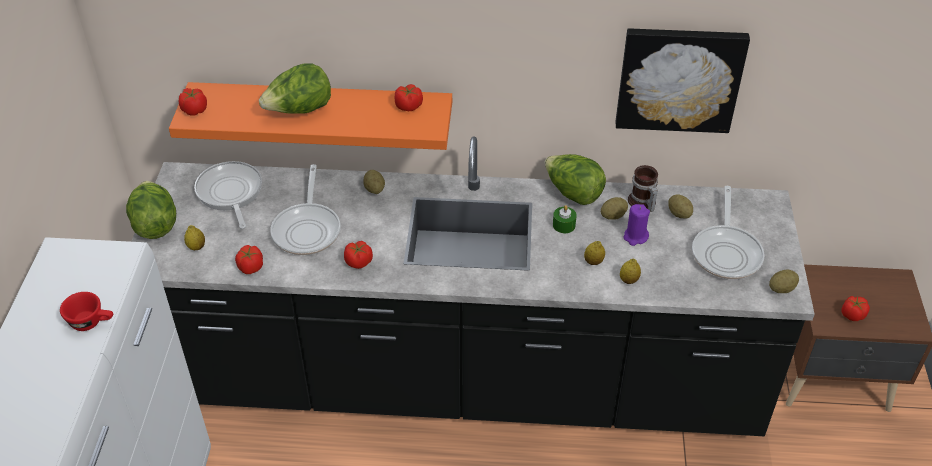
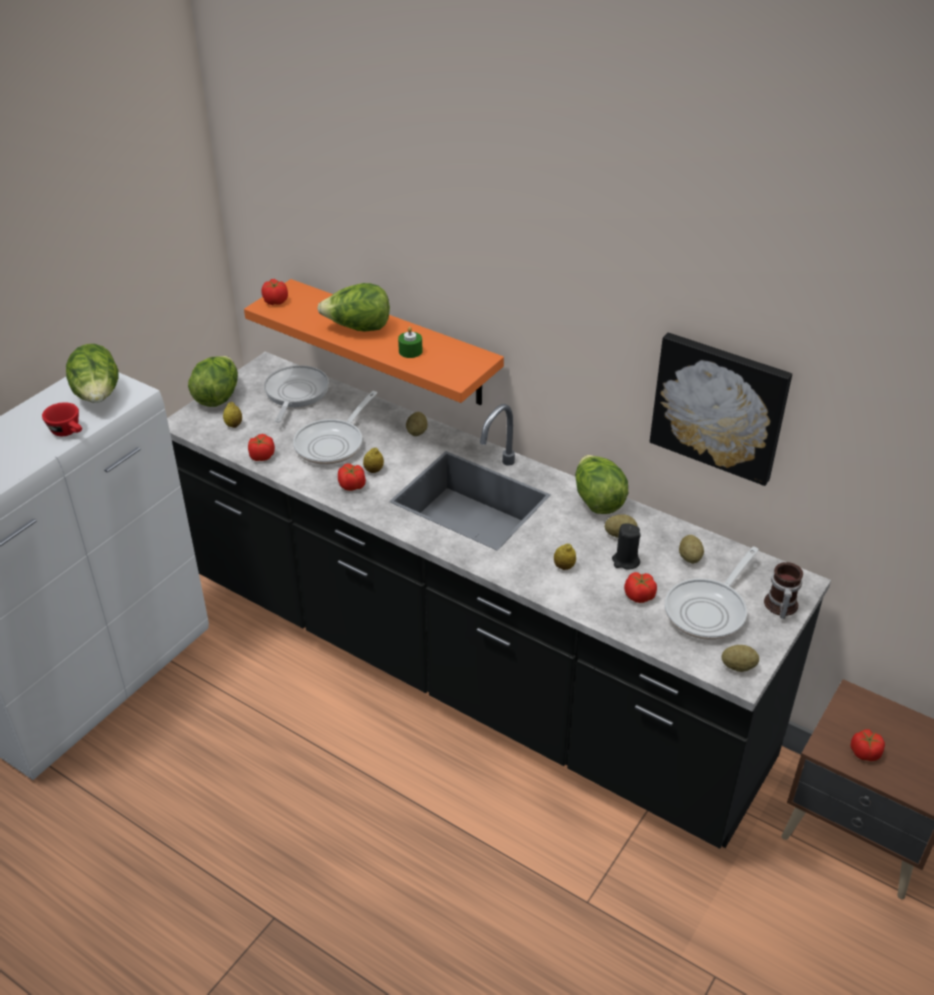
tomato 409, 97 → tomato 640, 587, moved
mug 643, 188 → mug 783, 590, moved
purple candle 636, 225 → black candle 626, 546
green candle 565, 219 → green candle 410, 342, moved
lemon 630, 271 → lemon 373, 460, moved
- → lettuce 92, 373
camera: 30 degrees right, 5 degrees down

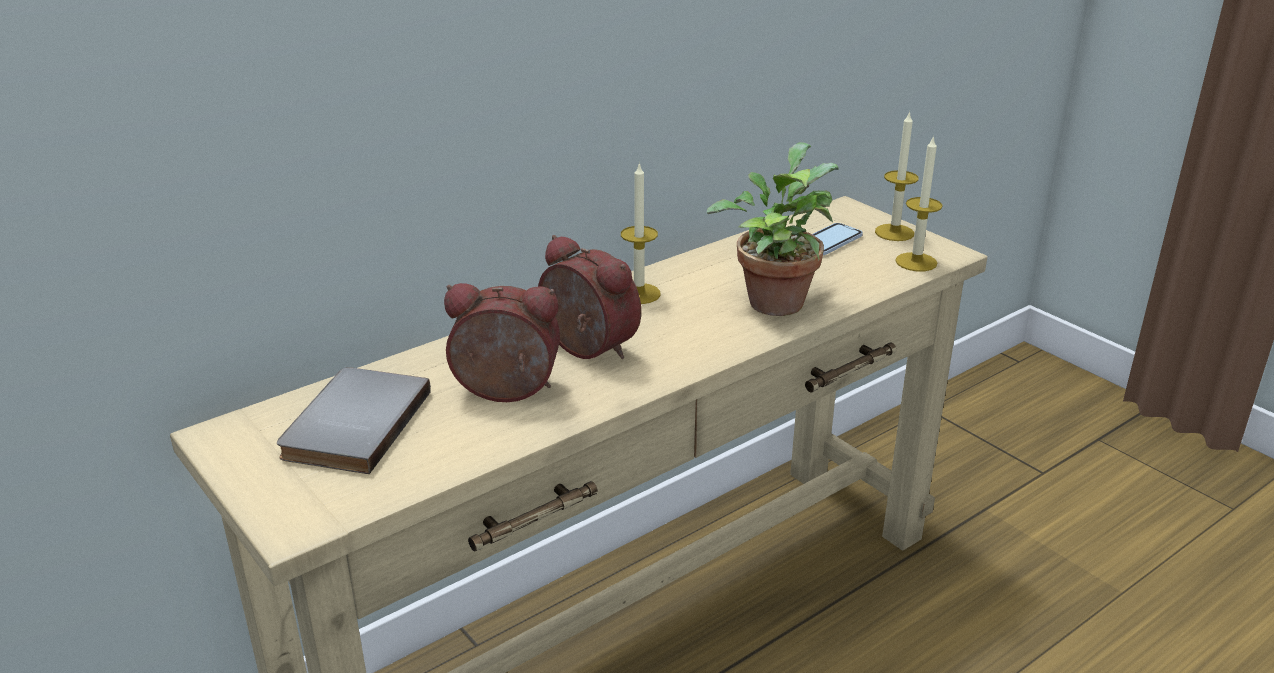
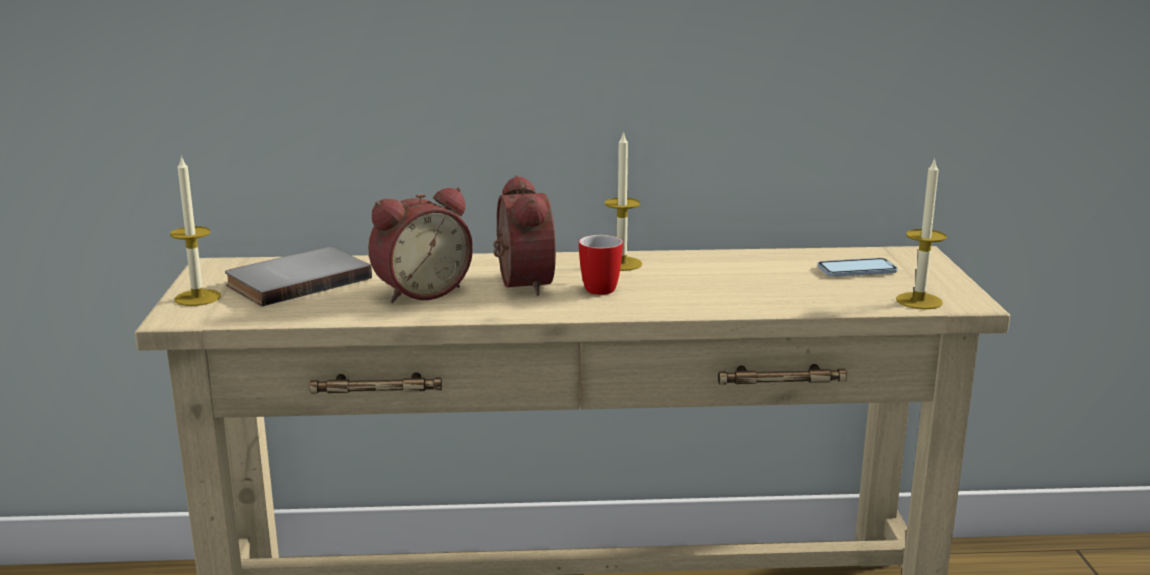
candle 897, 176 → candle 195, 231, moved
potted plant 773, 229 → -
alarm clock 502, 342 → alarm clock 420, 245, 105 degrees clockwise
- → mug 601, 265
camera: 35 degrees right, 10 degrees down

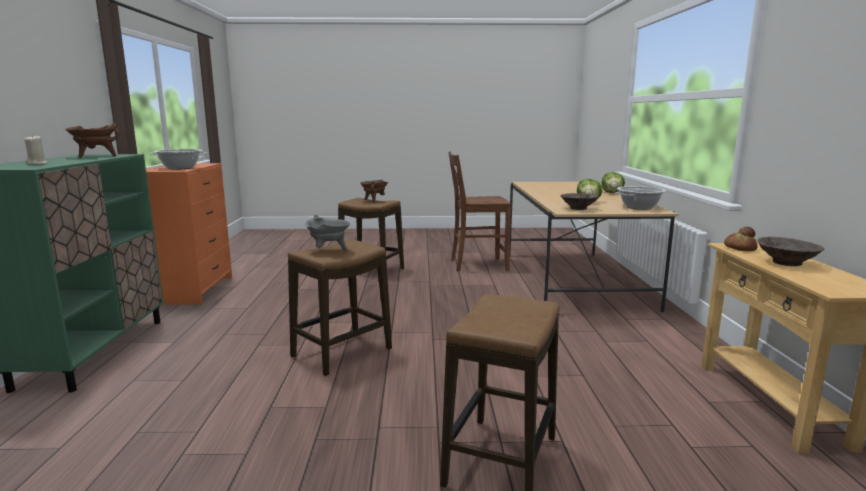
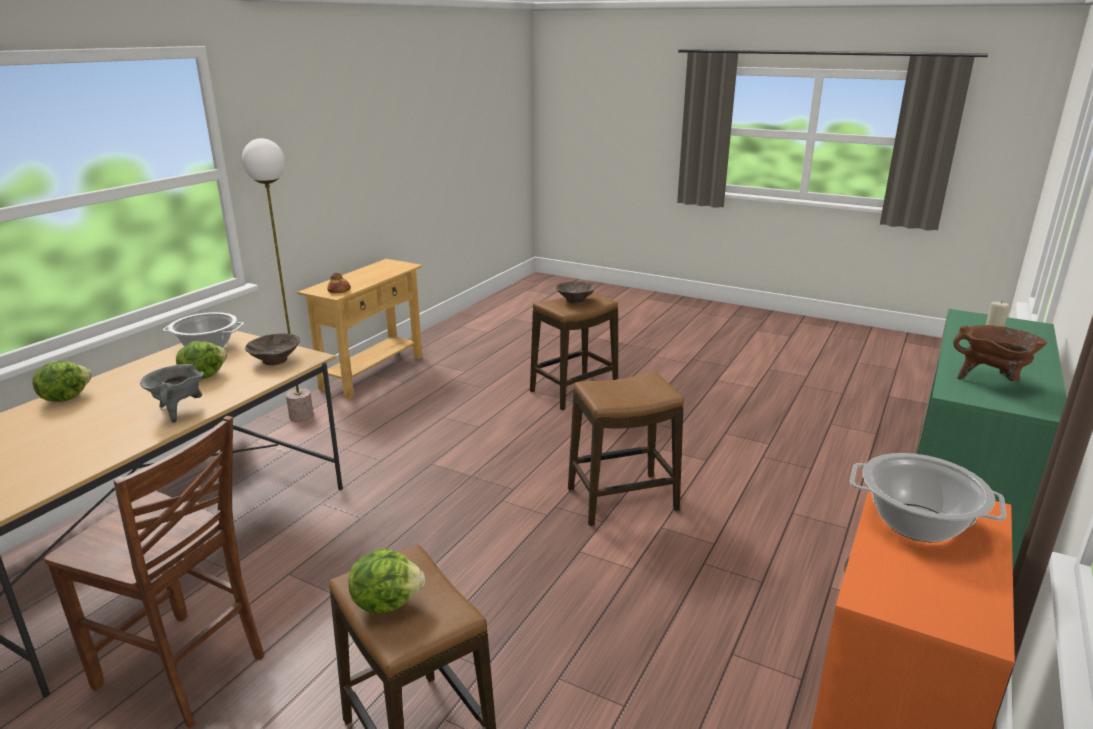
brown cooking pot 374, 191 → lettuce 387, 581
grey cooking pot 328, 232 → grey cooking pot 172, 393, moved
brown bowl 790, 251 → brown bowl 575, 292, moved
- → floor lamp 278, 280
camera: 150 degrees left, 10 degrees up

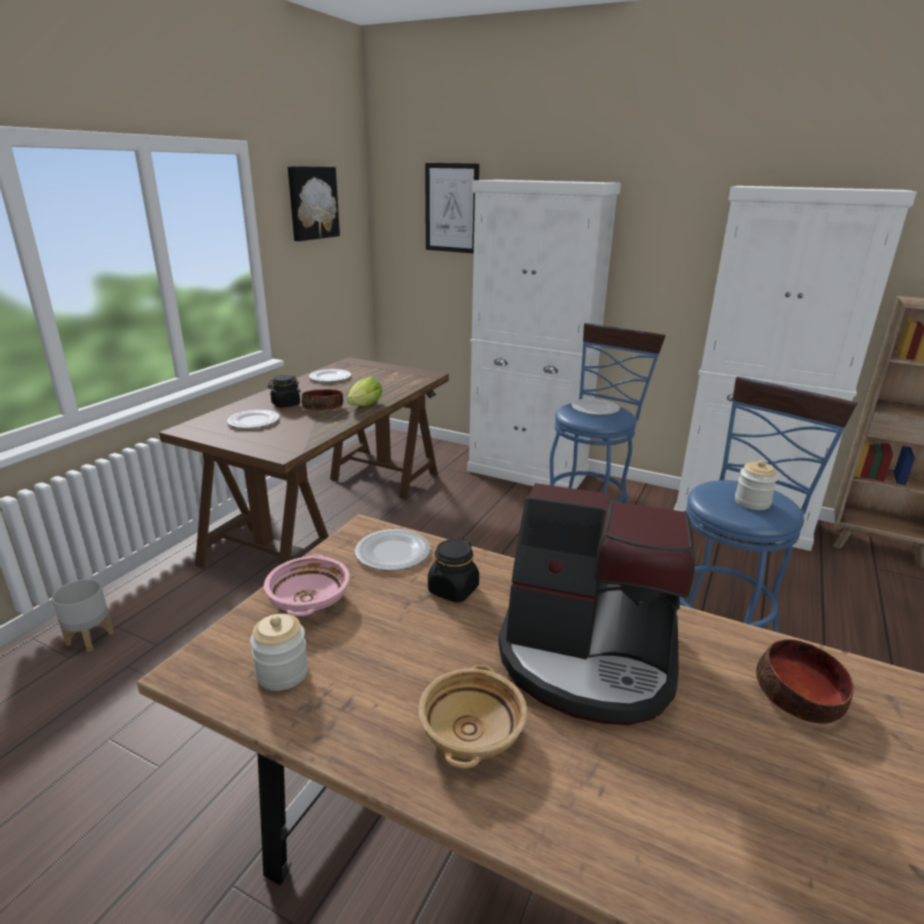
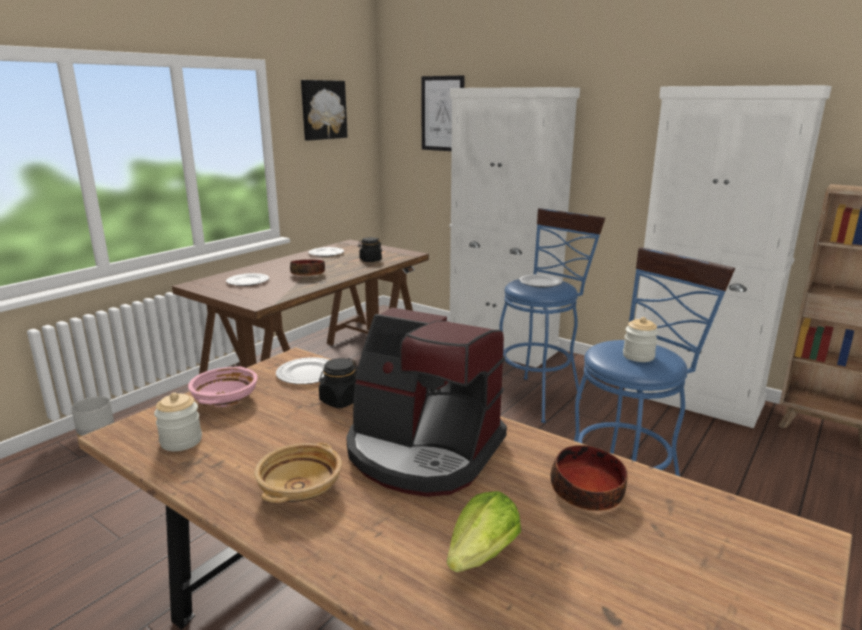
black jar 284, 391 → black jar 370, 249, moved
lettuce 364, 391 → lettuce 484, 532, moved
camera: 10 degrees right, 5 degrees down

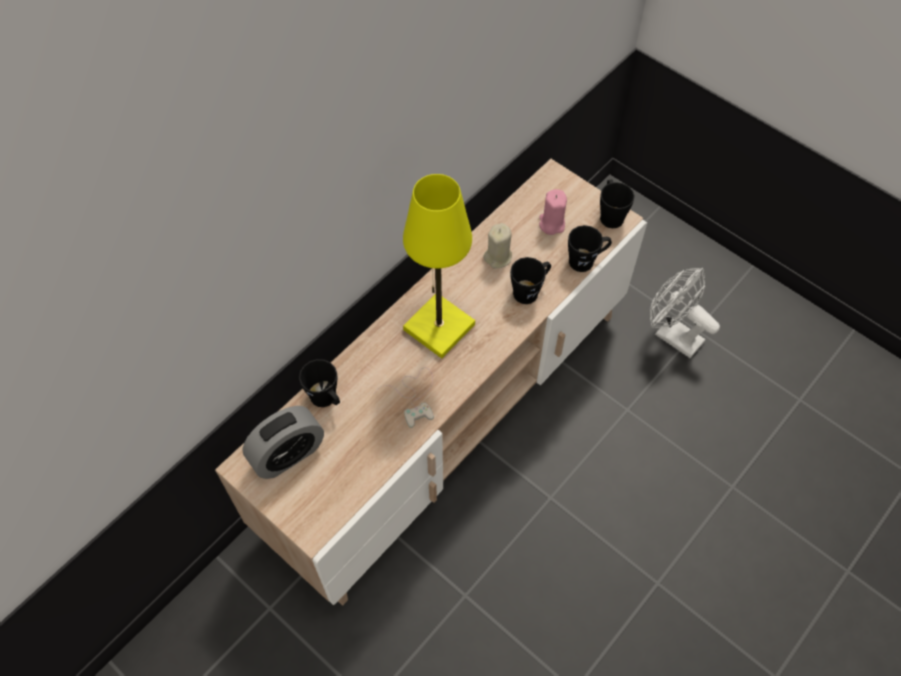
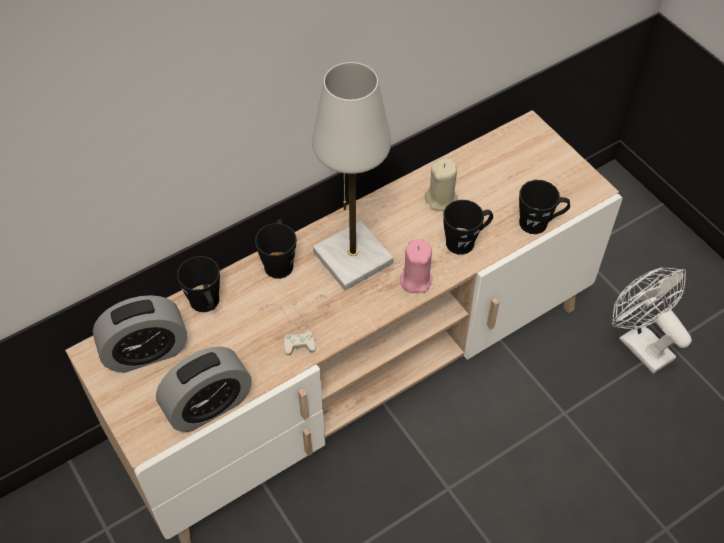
yellow table lamp 439, 266 → white table lamp 353, 176
black mug 617, 204 → black mug 276, 249, moved
pink candle 553, 212 → pink candle 416, 266, moved
- → alarm clock 204, 389
camera: 15 degrees right, 5 degrees down

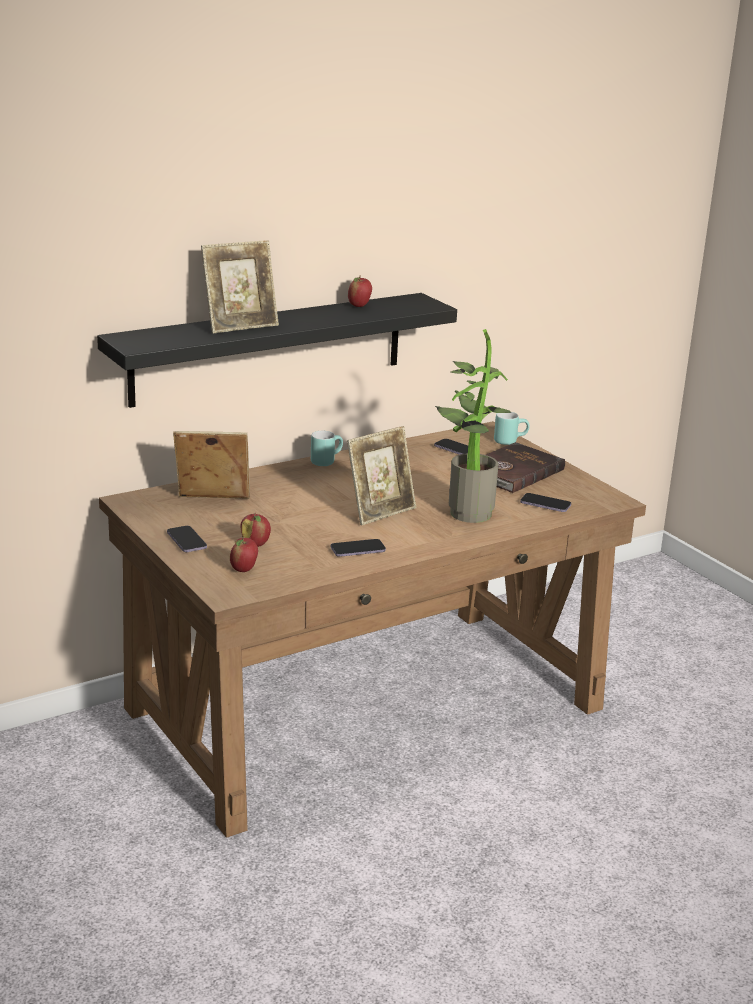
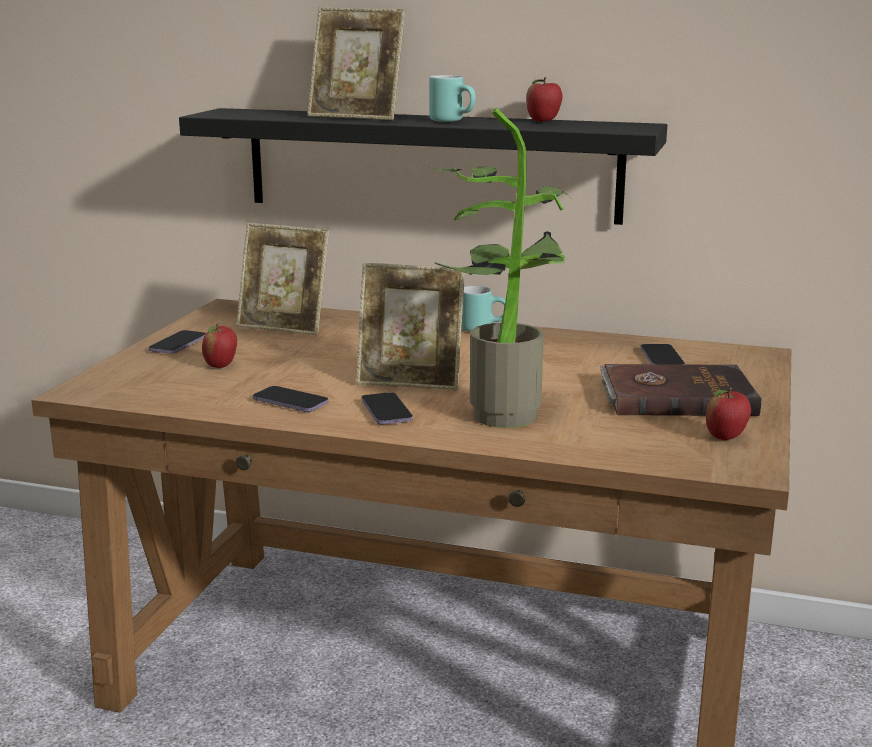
turquoise mug 511, 428 → turquoise mug 452, 98, moved
picture frame 211, 465 → picture frame 282, 279, 150 degrees clockwise
phone 545, 502 → phone 387, 408, moved
apple 244, 554 → apple 728, 414, moved
camera: 50 degrees right, 5 degrees down

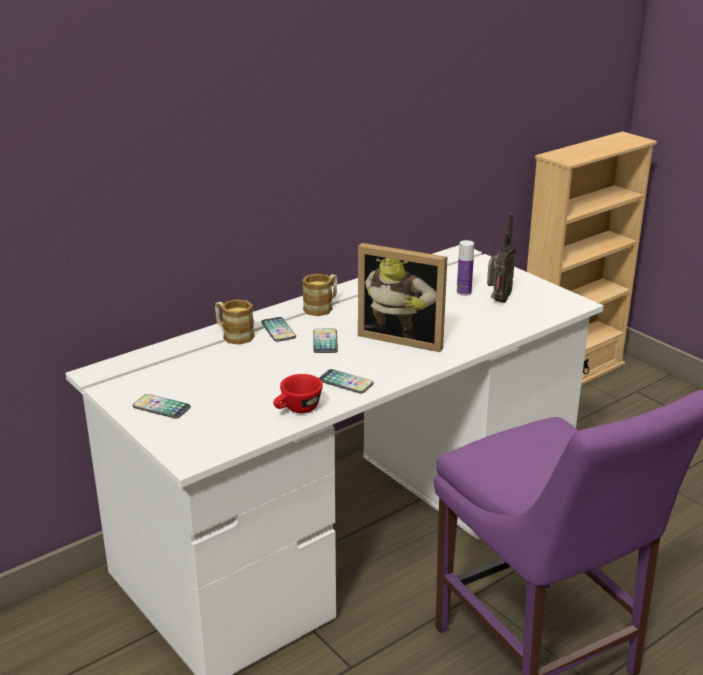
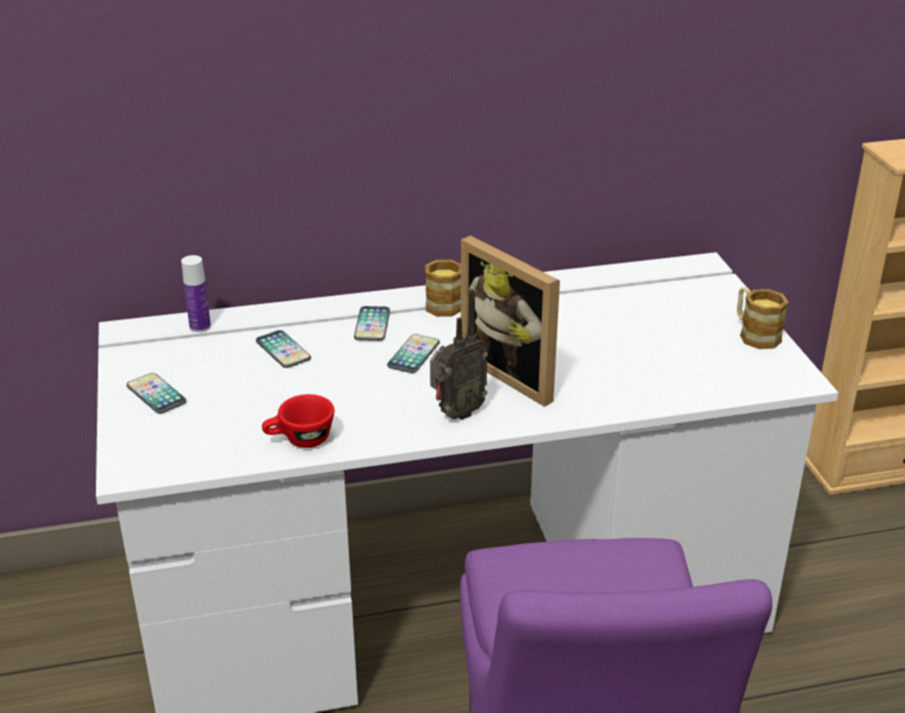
radio 501, 258 → radio 459, 354, moved
bottle 465, 268 → bottle 196, 293, moved
mug 235, 322 → mug 763, 318, moved
phone 346, 381 → phone 283, 349, moved
camera: 25 degrees right, 5 degrees up

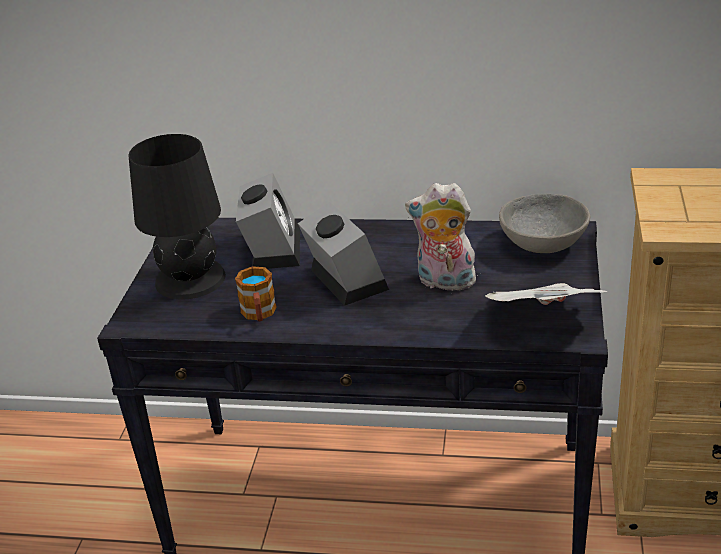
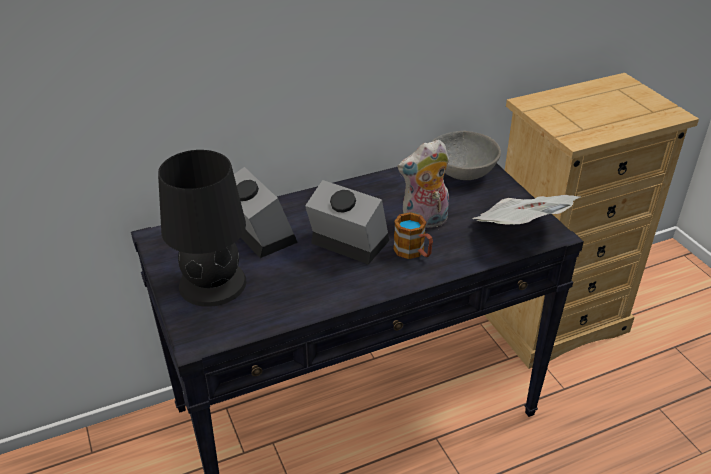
mug 256, 293 → mug 413, 235, moved
camera: 35 degrees left, 5 degrees up

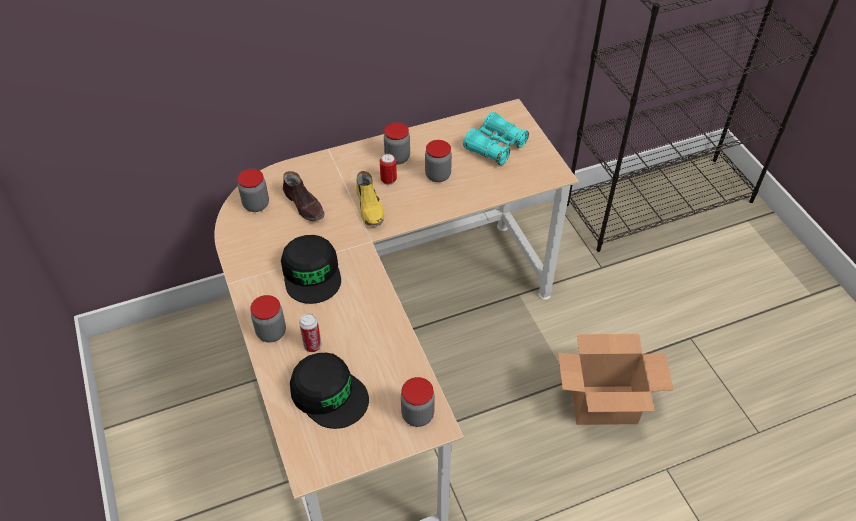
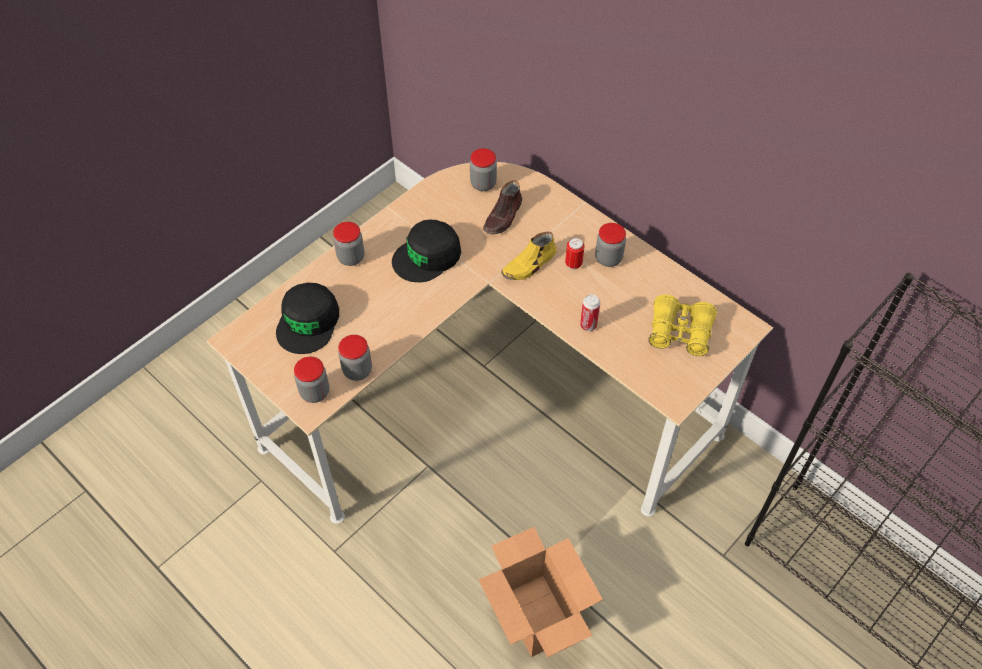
turquoise binoculars 496, 138 → yellow binoculars 682, 325
jar 438, 161 → jar 355, 358, moved
can 310, 333 → can 590, 312, moved
camera: 65 degrees right, 5 degrees up

